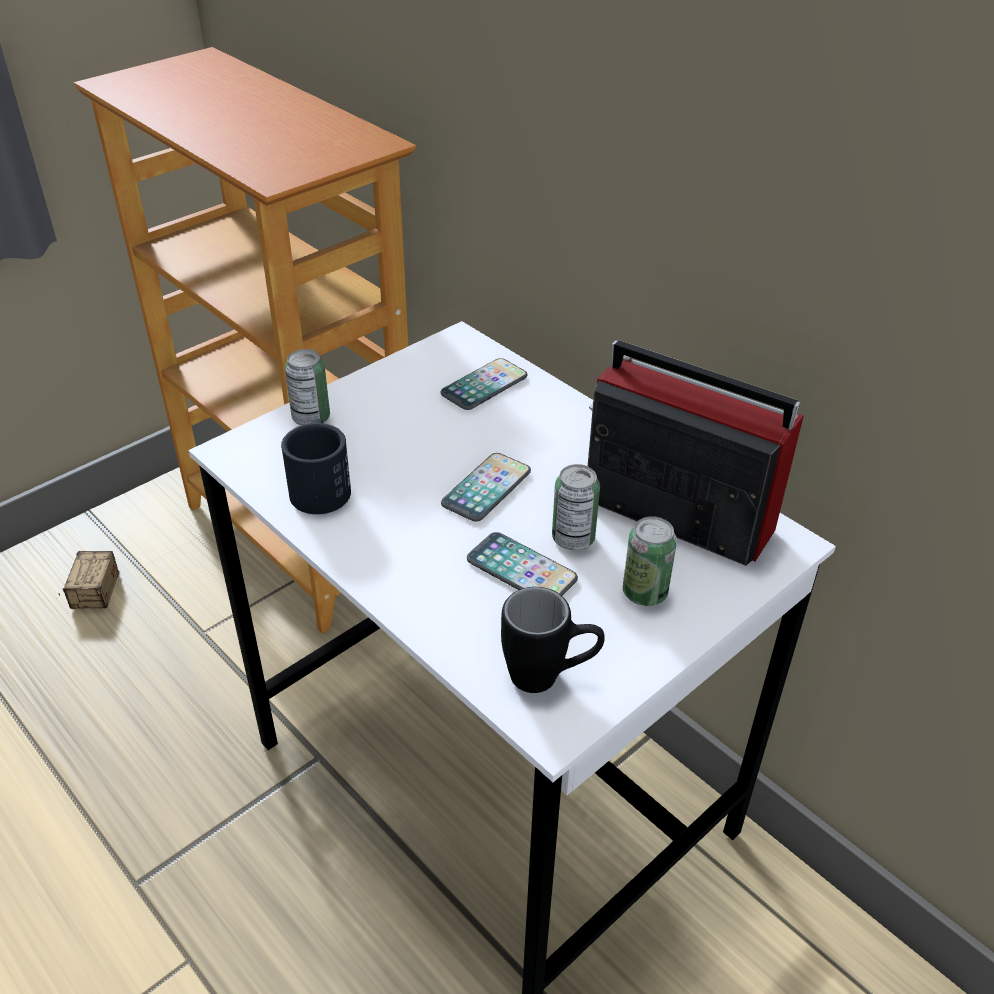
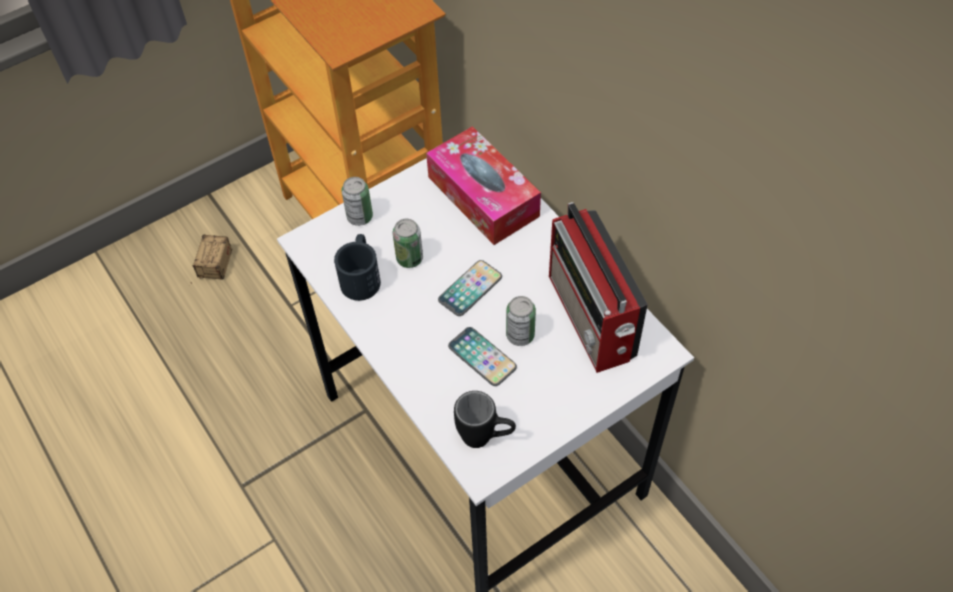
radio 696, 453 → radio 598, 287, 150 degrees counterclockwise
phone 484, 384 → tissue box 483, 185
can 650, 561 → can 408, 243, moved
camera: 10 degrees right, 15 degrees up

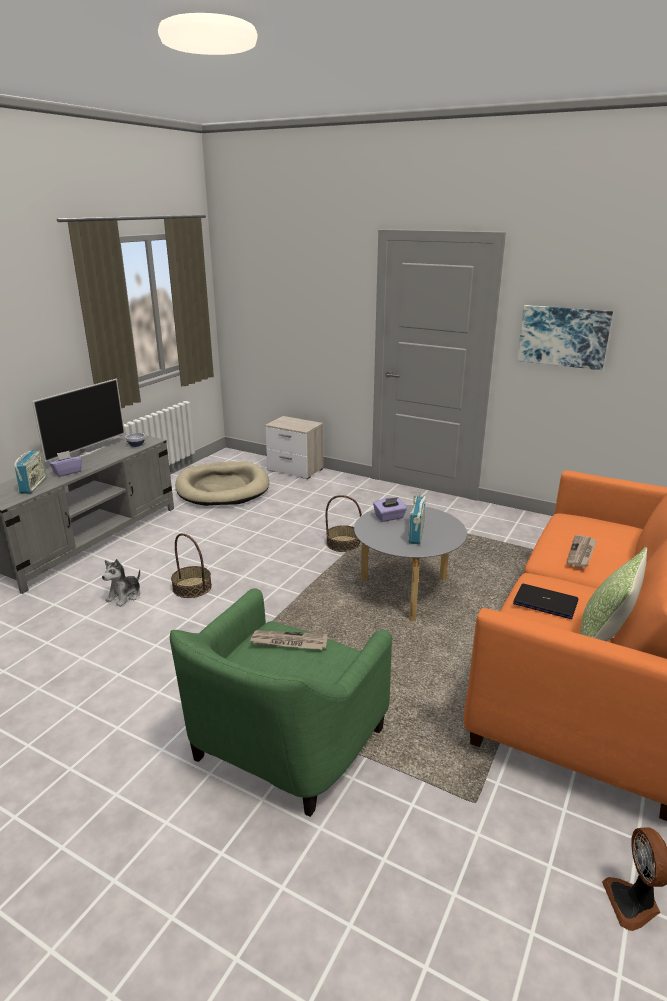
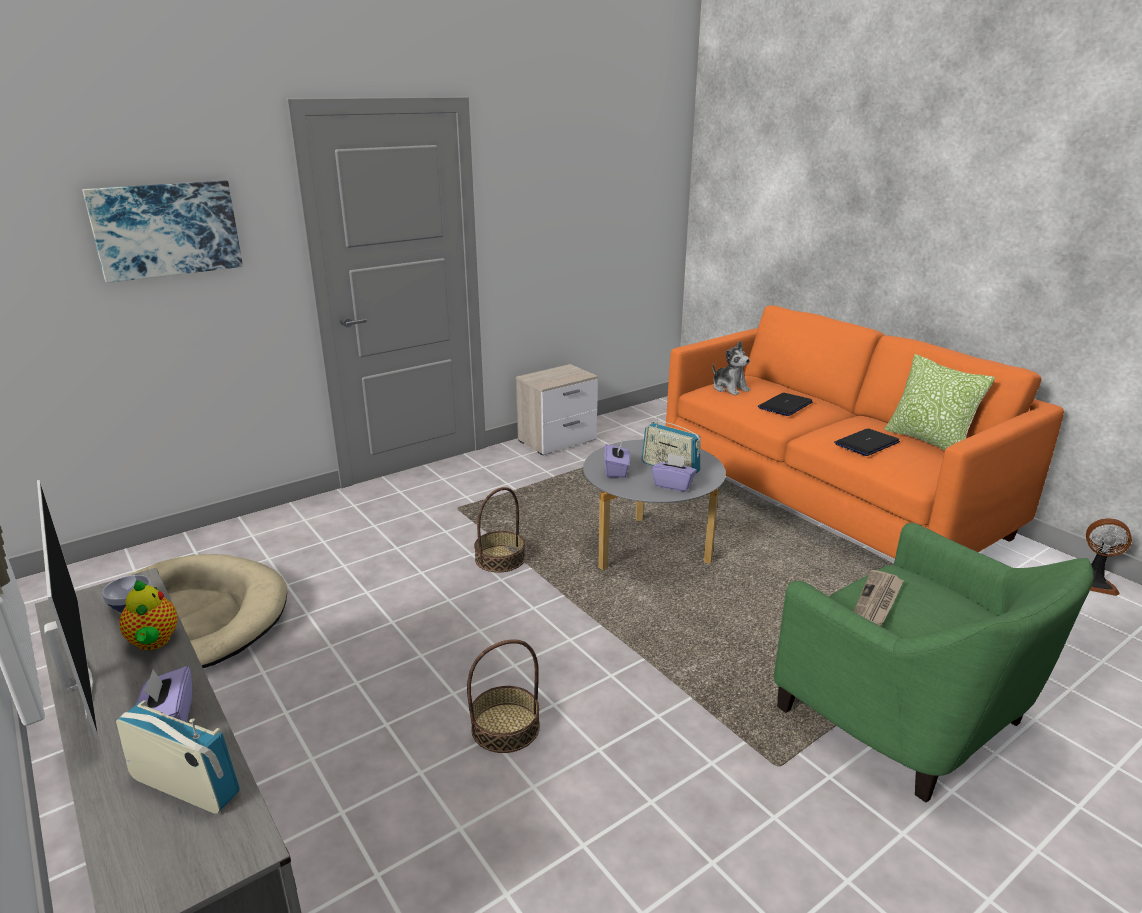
picture 565, 337 → picture 162, 231, moved
nightstand 294, 447 → nightstand 557, 409, moved
newspaper 581, 551 → laptop 785, 404
plush toy 121, 583 → plush toy 731, 368, moved
- → purple tissue box 674, 472
- → teapot 148, 615
camera: 65 degrees left, 0 degrees up

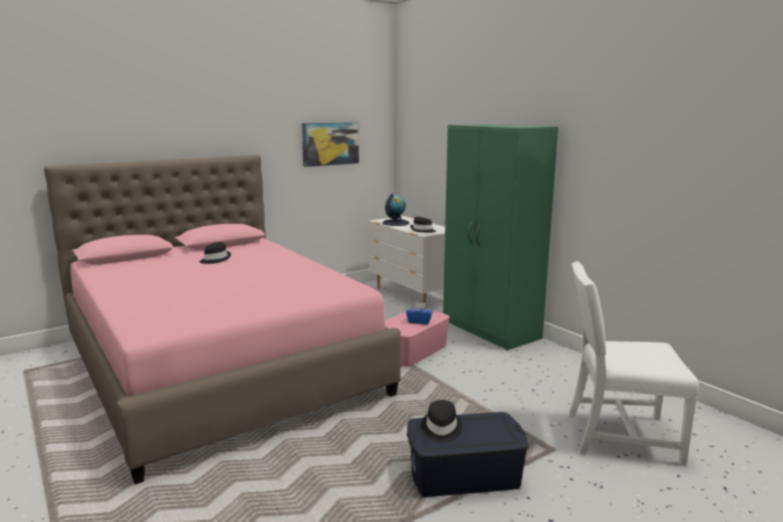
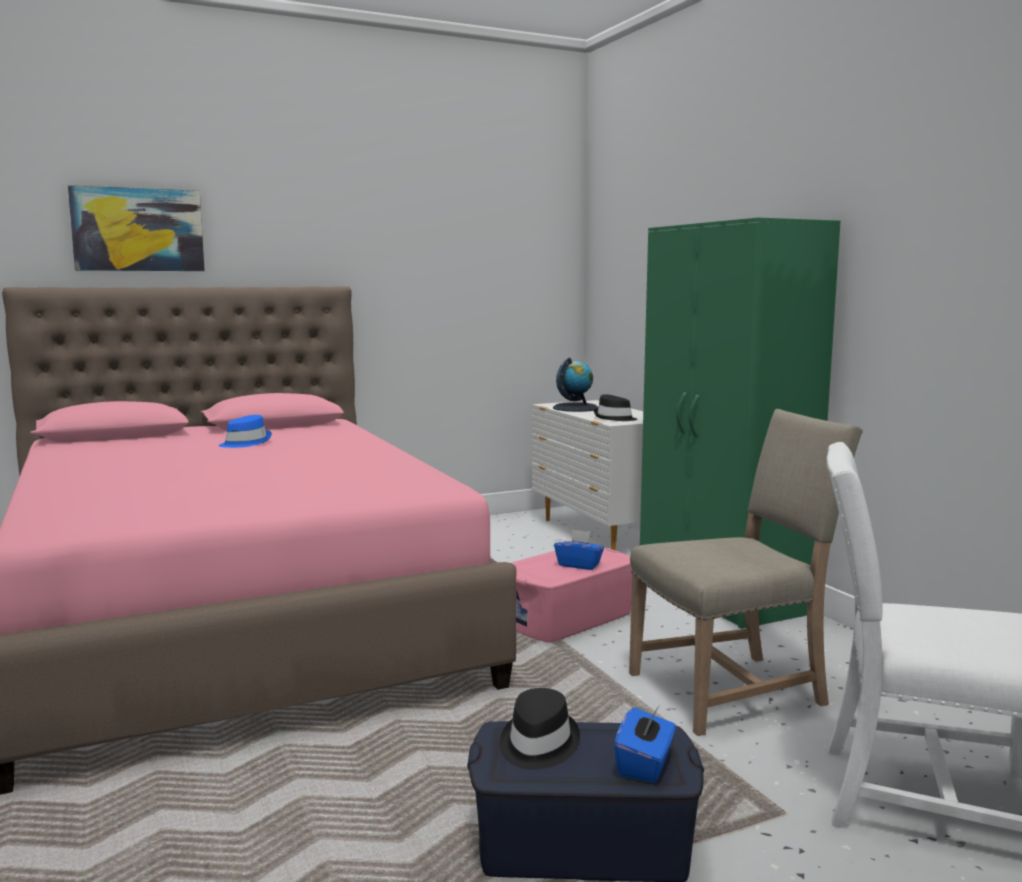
picture 330, 144 → picture 136, 228, moved
black hat 215, 253 → blue hat 245, 431
- → beige chair 746, 572
- → blue tissue box 645, 744
camera: 10 degrees right, 5 degrees down

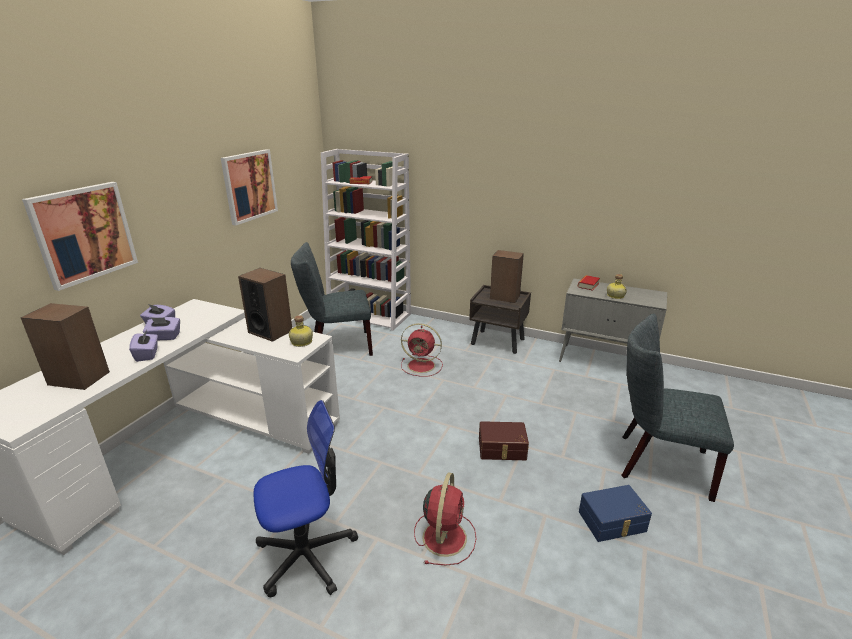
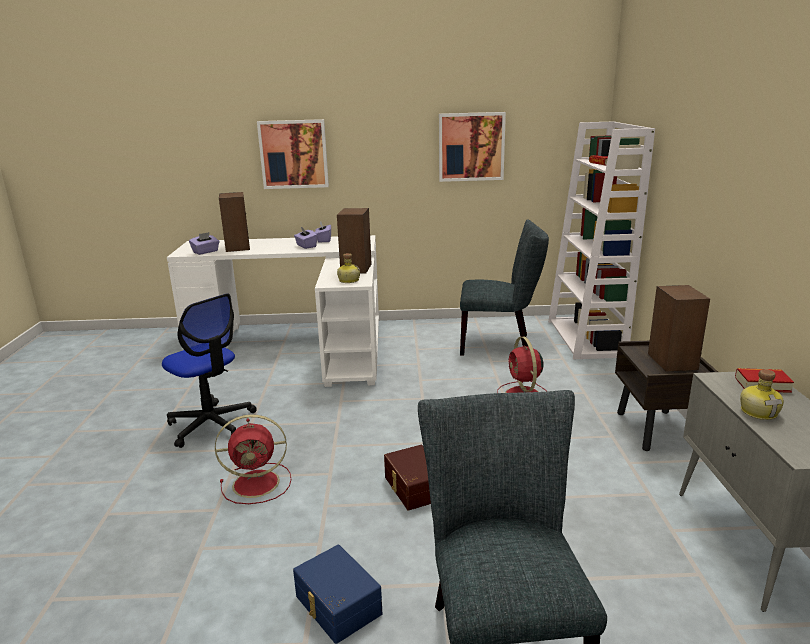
grey chair 332, 299 → grey chair 504, 287, 135 degrees clockwise
purple tissue box 143, 345 → purple tissue box 204, 243, moved
camera: 65 degrees right, 5 degrees down

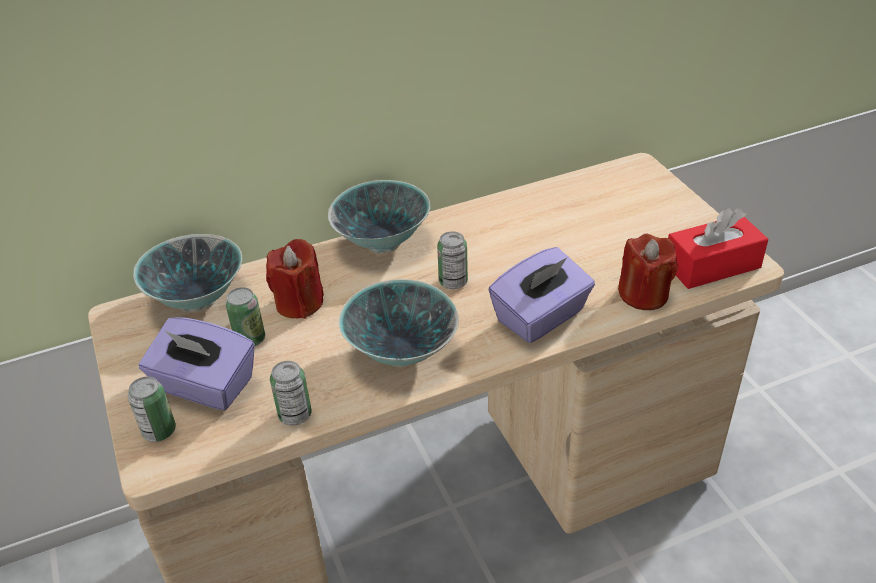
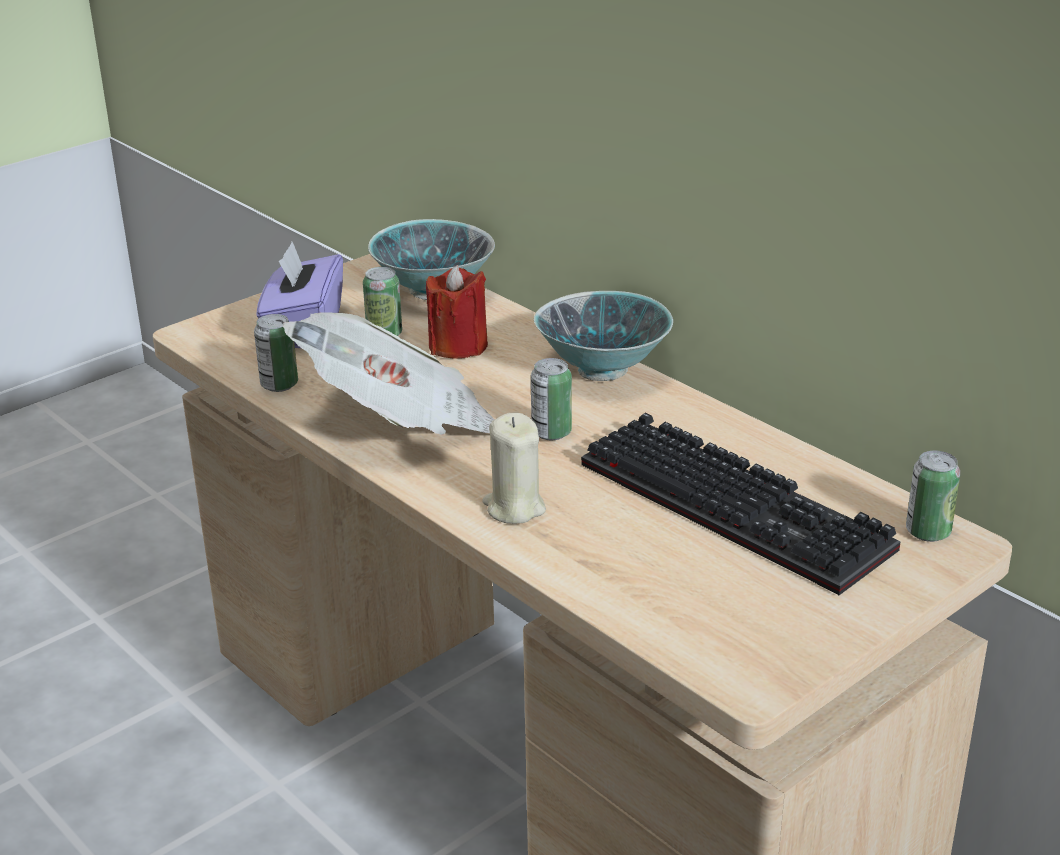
red tissue box 718, 248 → -
red candle 648, 272 → -
purple tissue box 541, 295 → beige candle 514, 468
bowl 399, 323 → newspaper 389, 373
can 152, 409 → can 933, 496, moved
- → keyboard 740, 504
camera: 70 degrees right, 10 degrees down

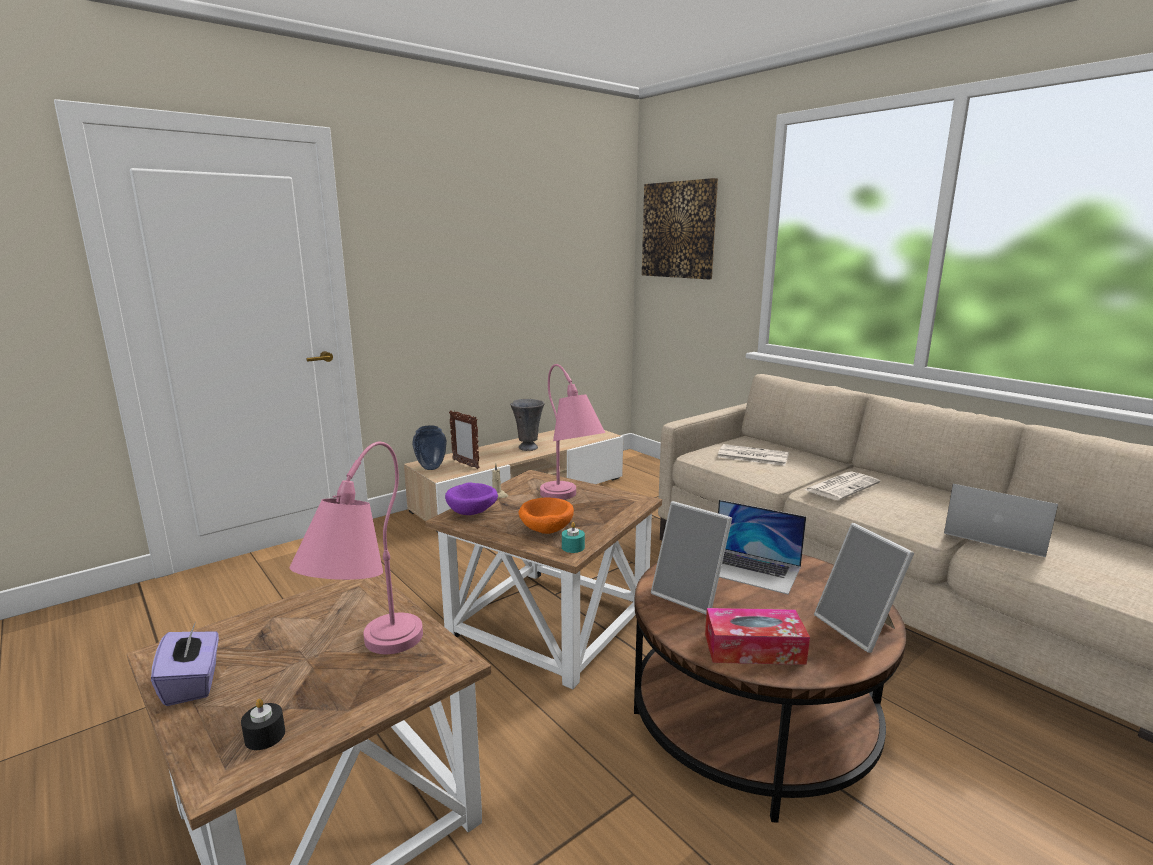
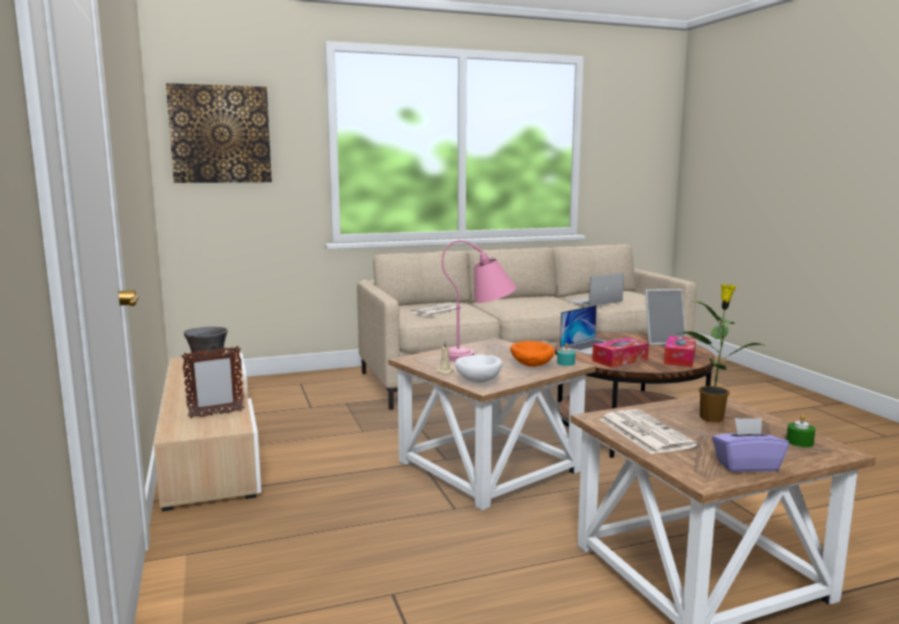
vase 429, 447 → -
pink table lamp 356, 548 → potted plant 720, 353
newspaper 842, 486 → newspaper 648, 431, moved
purple bowl 471, 498 → white bowl 478, 369
picture frame 691, 558 → tissue box 620, 352
black candle 263, 724 → green candle 800, 430
camera: 70 degrees left, 5 degrees down

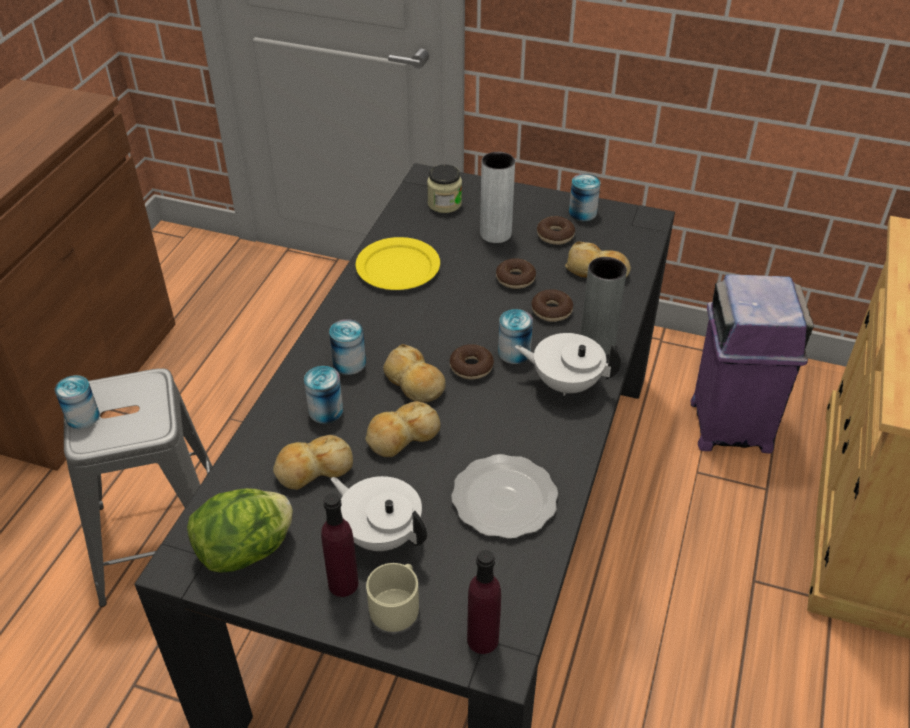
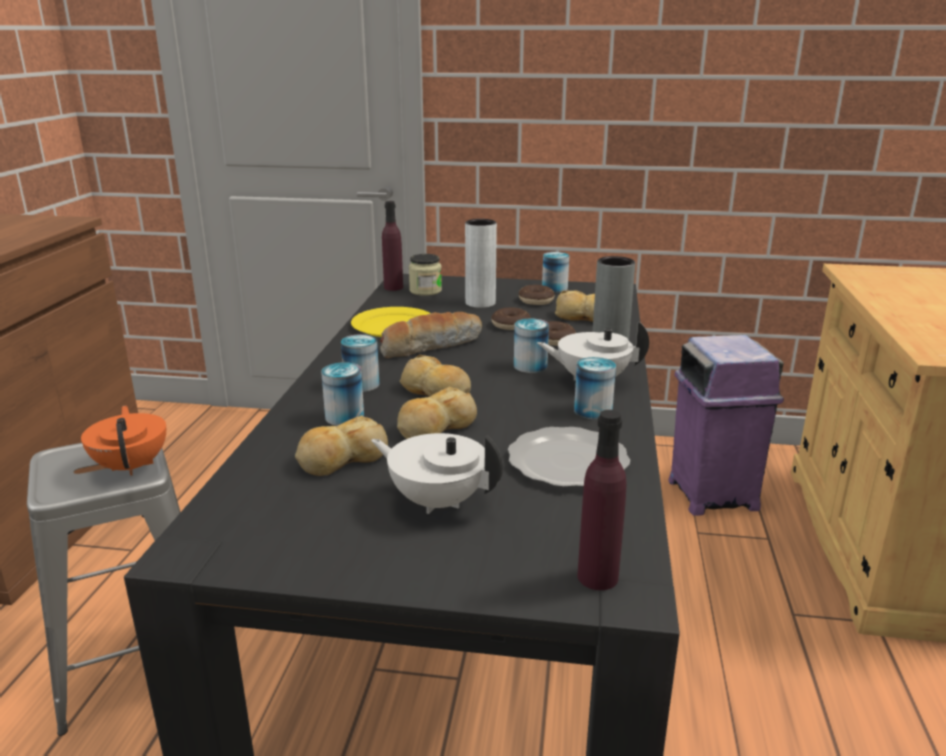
donut 472, 361 → -
can 77, 402 → can 595, 388, moved
lettuce 240, 530 → -
purple bottle 340, 545 → purple bottle 392, 246, moved
beige mug 392, 597 → -
- → bread 431, 335
- → orange teapot 123, 441
camera: 10 degrees left, 20 degrees down

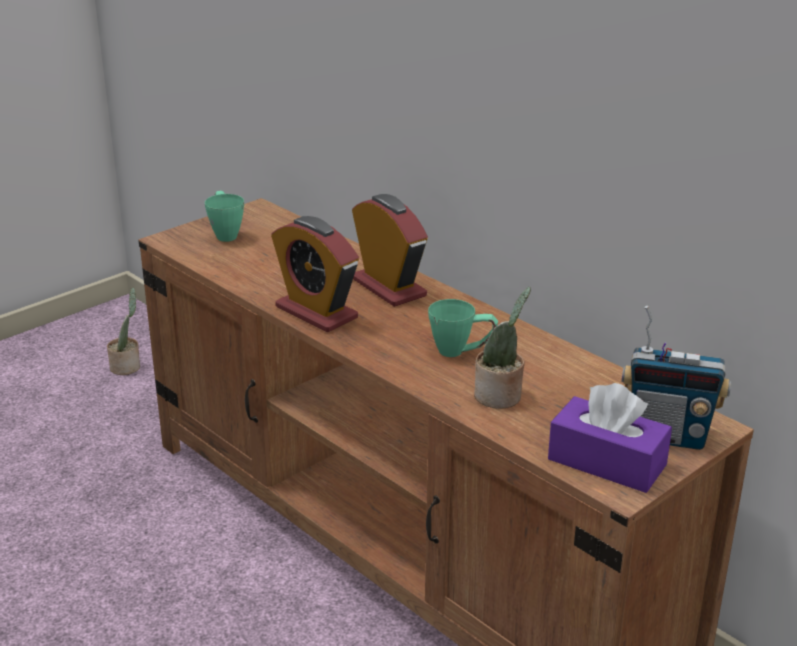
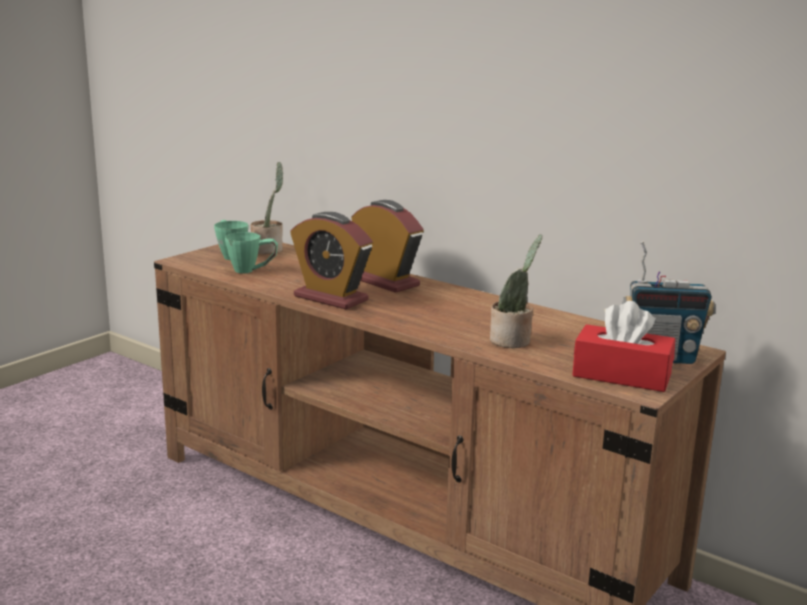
potted plant 123, 331 → potted plant 267, 208, moved
green mug 463, 328 → green mug 251, 253, moved
purple tissue box 610, 438 → red tissue box 624, 346
camera: 10 degrees left, 10 degrees down

